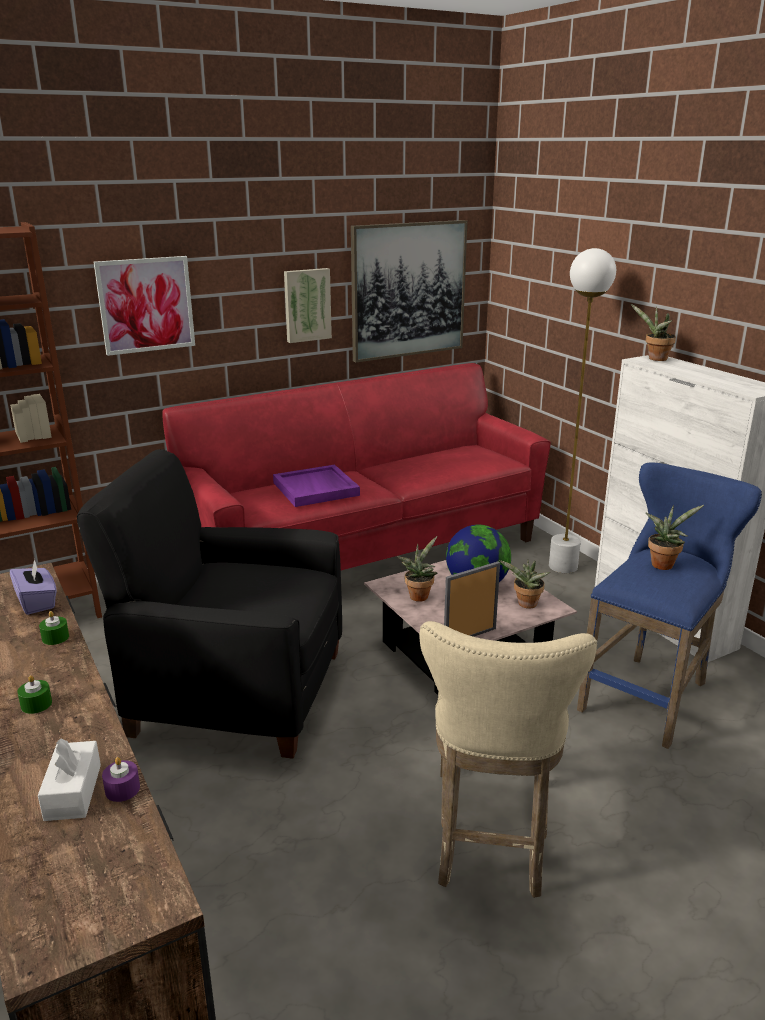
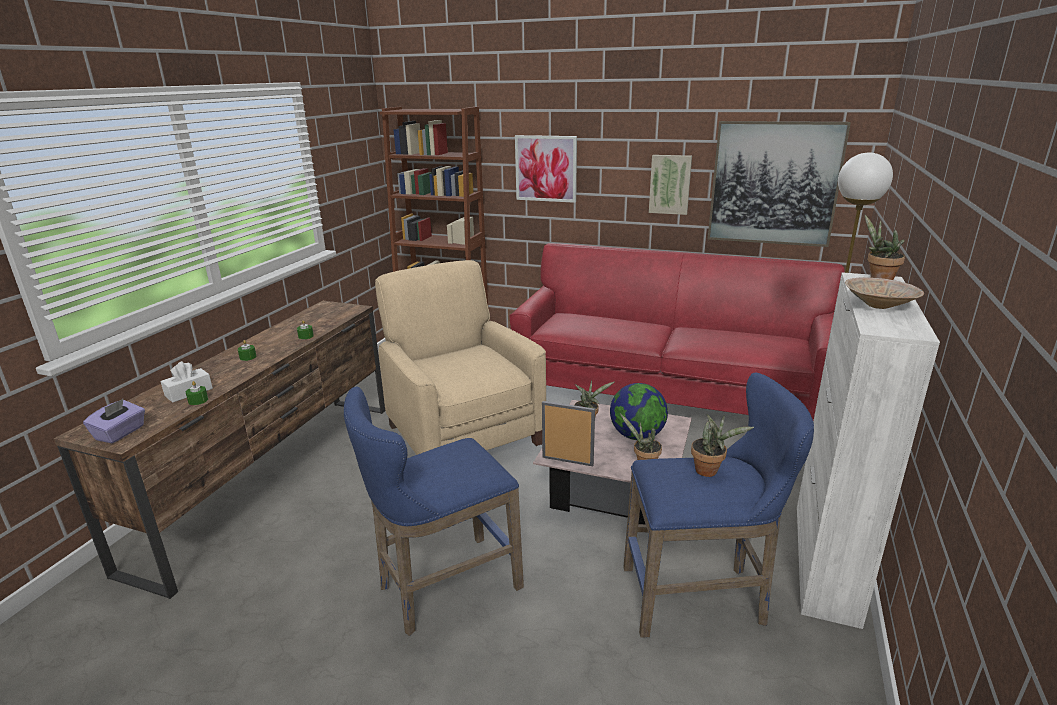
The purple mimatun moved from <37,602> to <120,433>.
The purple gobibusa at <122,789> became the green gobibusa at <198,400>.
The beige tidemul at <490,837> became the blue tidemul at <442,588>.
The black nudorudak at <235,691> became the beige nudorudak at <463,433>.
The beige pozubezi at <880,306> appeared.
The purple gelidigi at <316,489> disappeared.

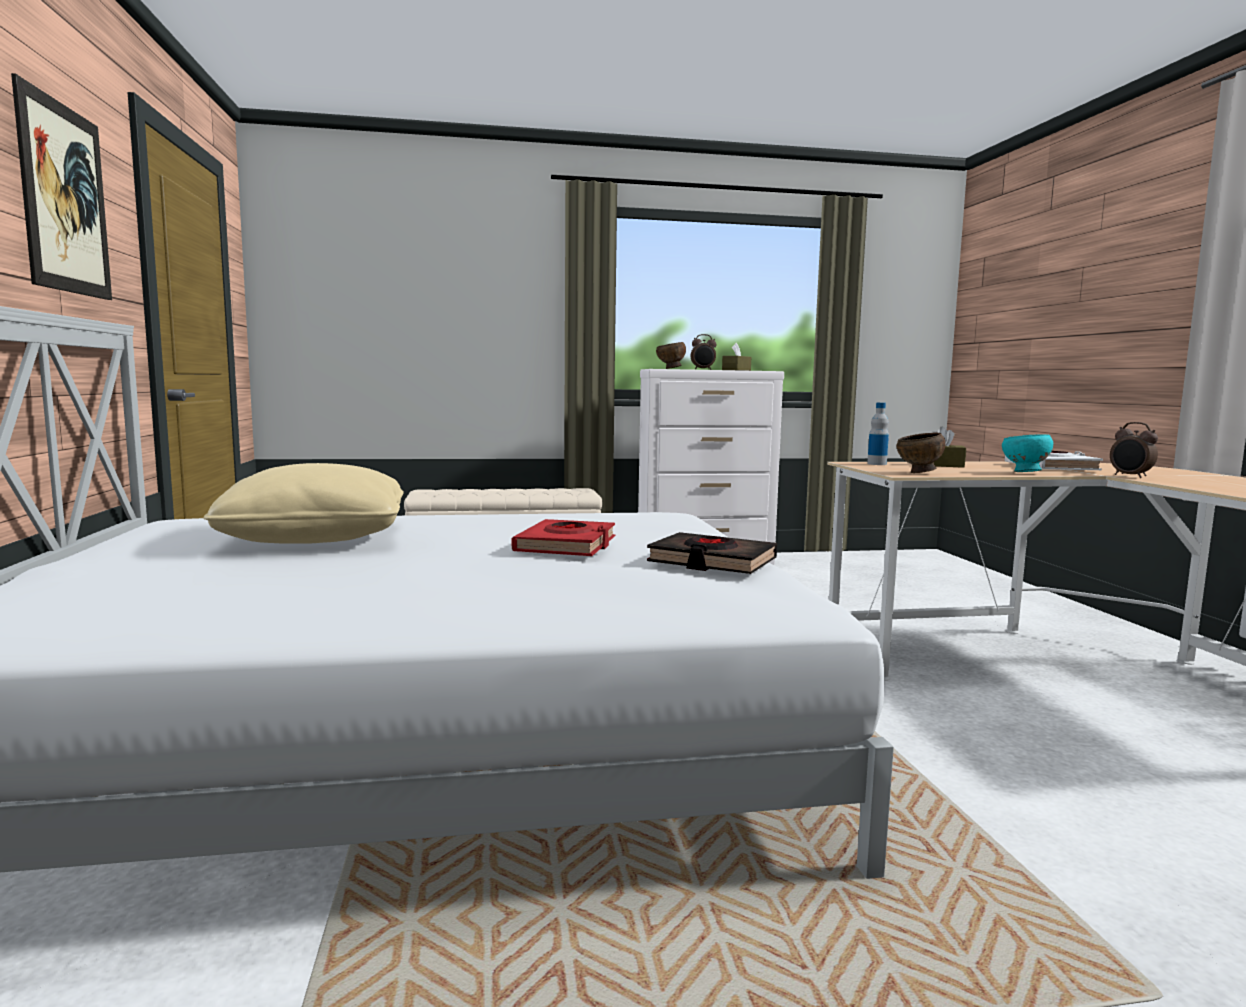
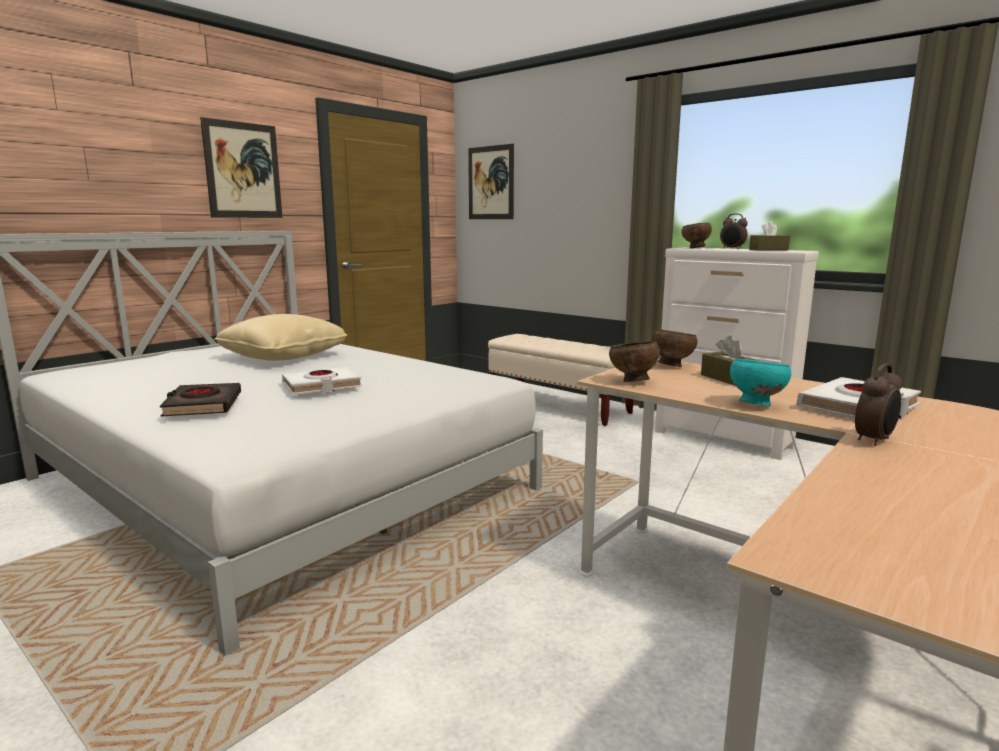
The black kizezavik moved from <712,562> to <203,405>.
The red kizezavik at <567,546> became the white kizezavik at <322,386>.
The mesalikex at <491,183> appeared.
The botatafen at <877,464> was replaced by the brown pozubezi at <671,366>.
The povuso at <1130,476> turned 150 degrees counterclockwise.

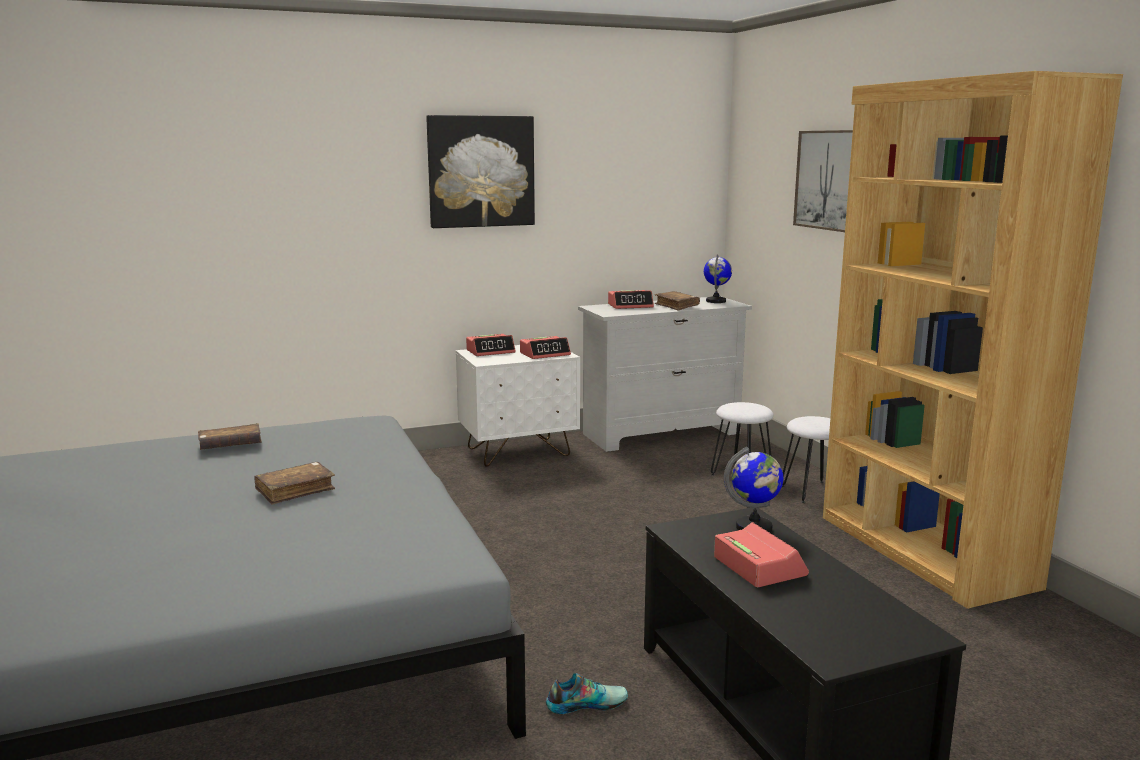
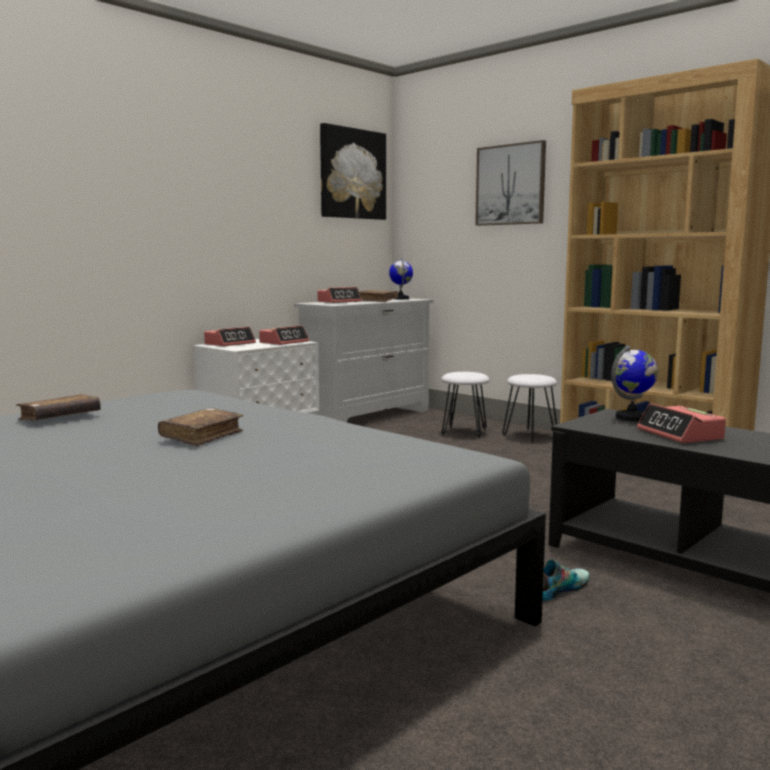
The mesalikex moved from <481,171> to <352,174>.
The povuso at <759,566> turned 150 degrees counterclockwise.

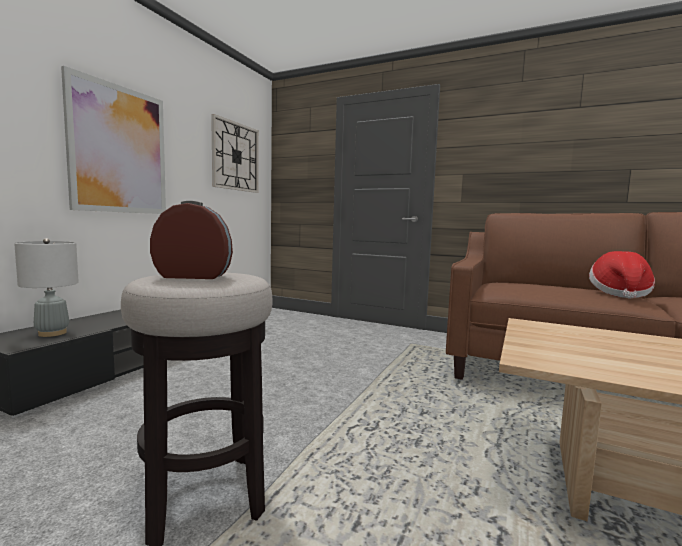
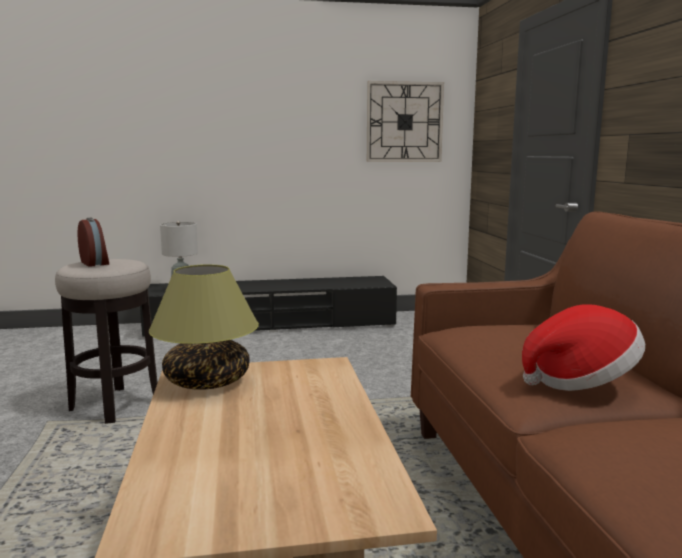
The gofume at <208,381> appeared.
The mesalikex at <119,150> disappeared.

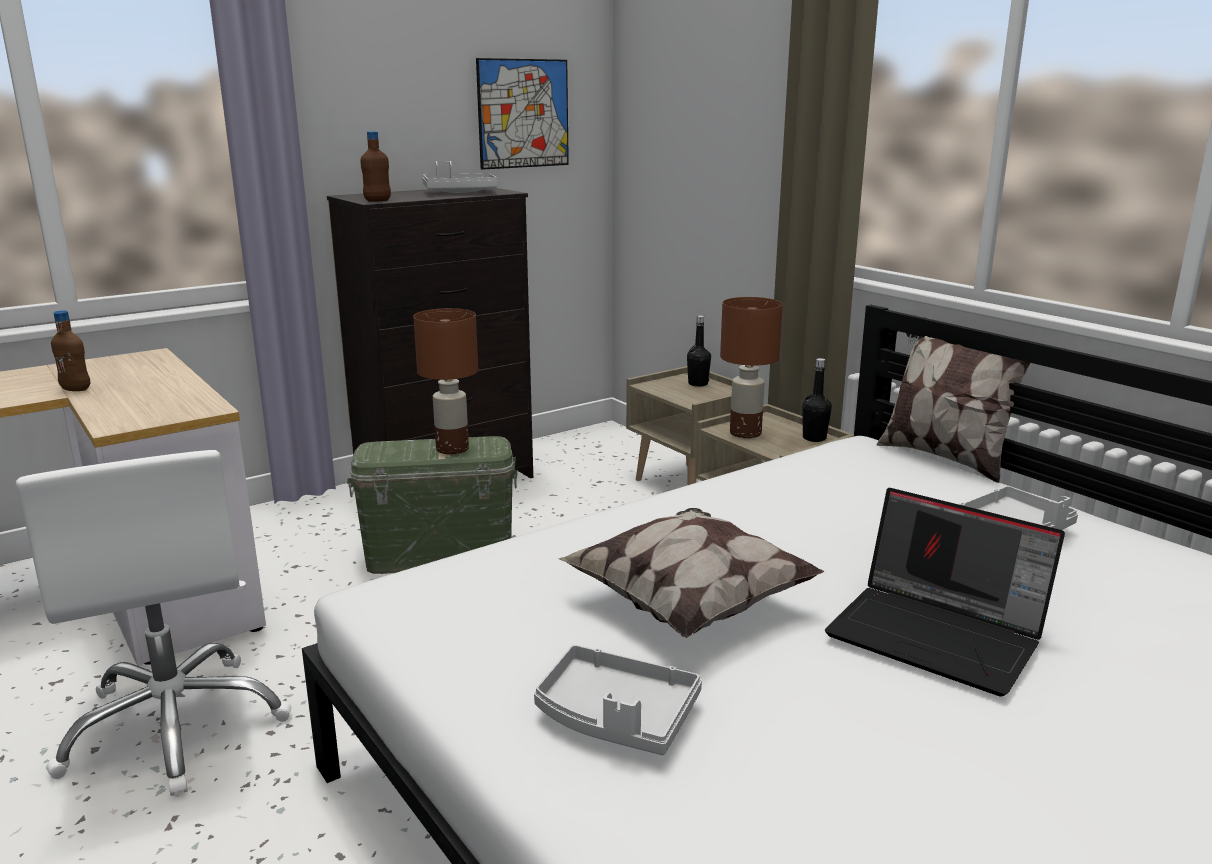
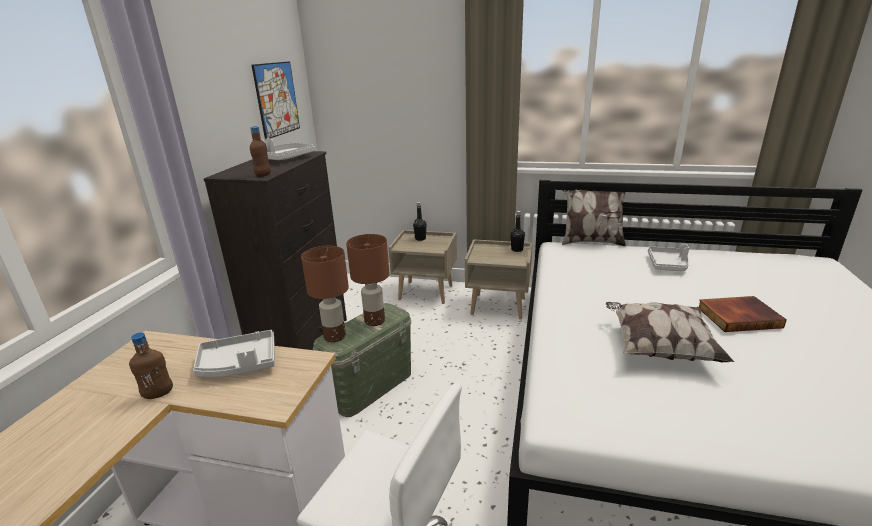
The grey gelidigi moved from <616,717> to <239,364>.
The brown gofume moved from <744,433> to <334,337>.
The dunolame at <939,635> was replaced by the kizezavik at <738,316>.

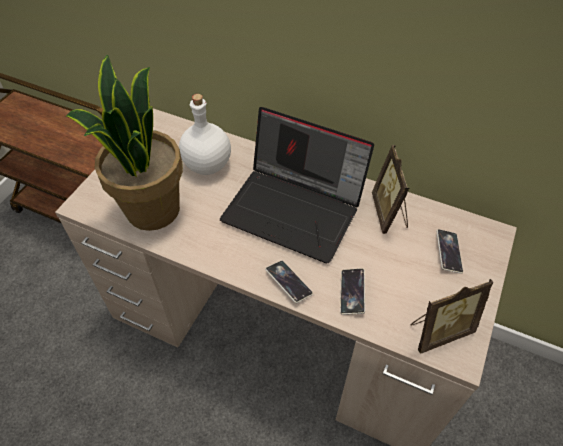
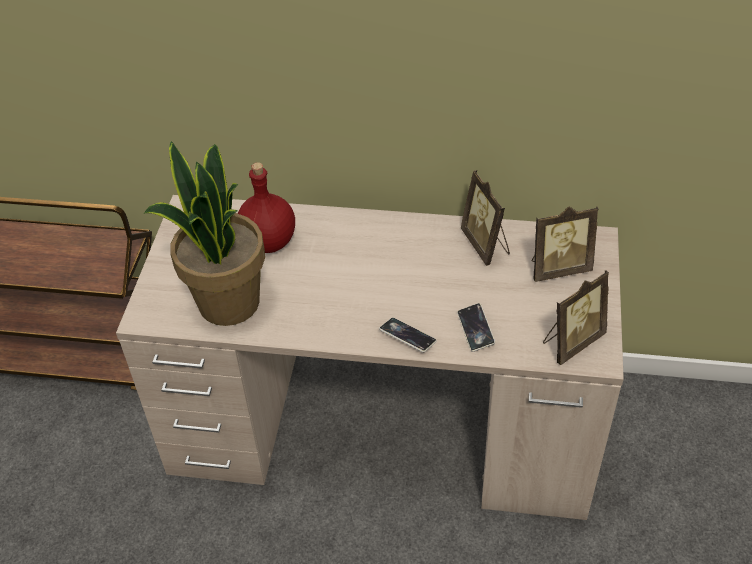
The white botatafen at <208,165> became the red botatafen at <269,241>.
The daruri at <448,253> was replaced by the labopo at <558,268>.
The dunolame at <295,209> disappeared.

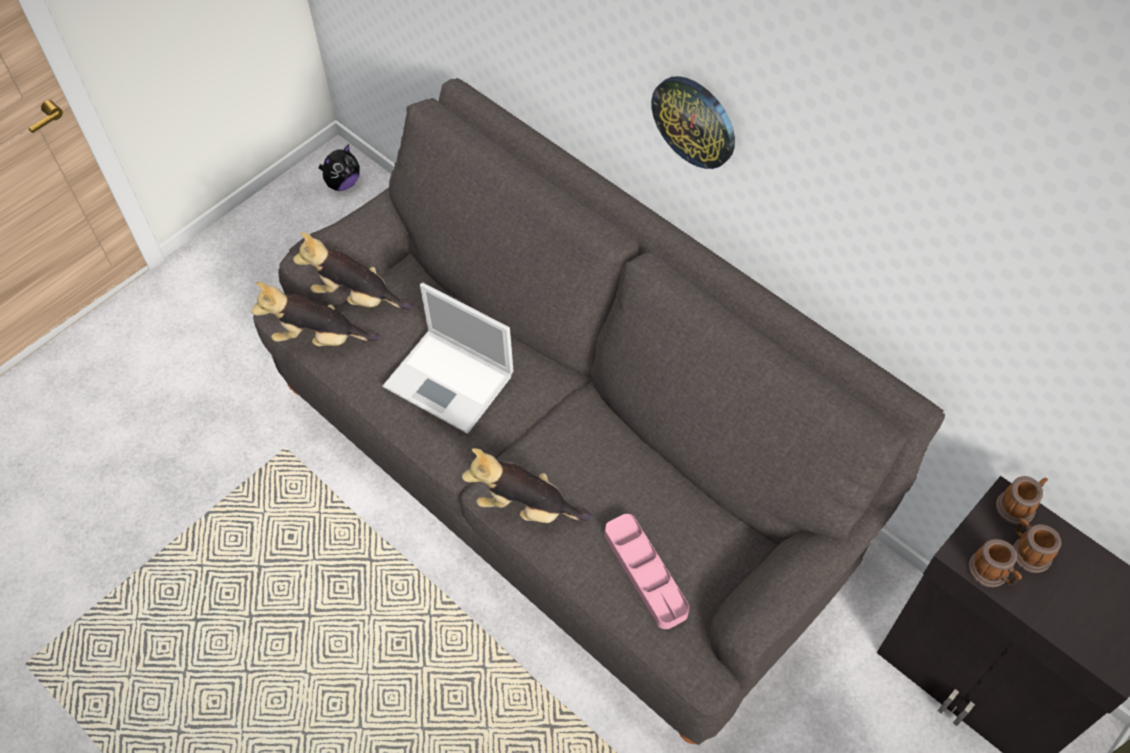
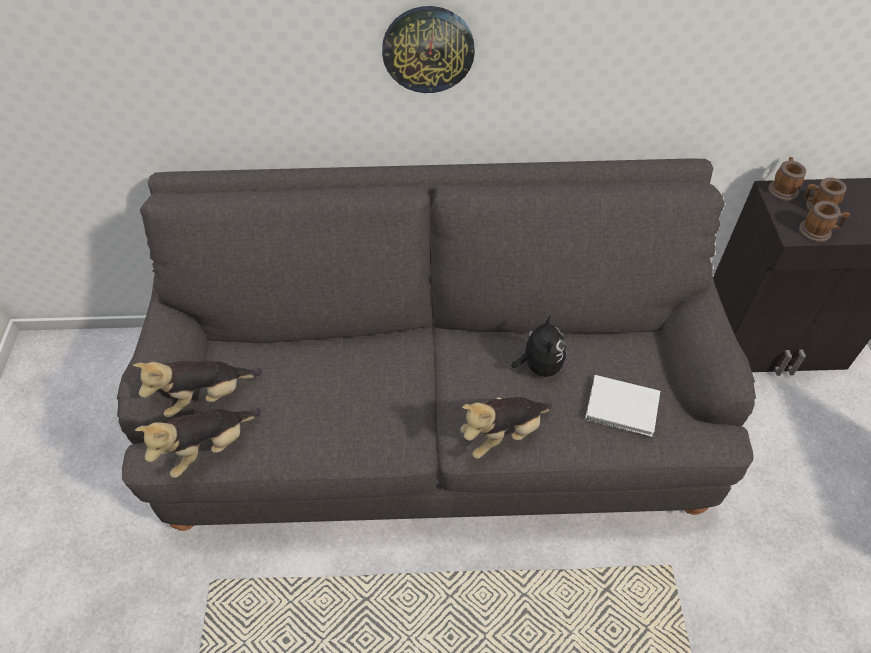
The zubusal moved from <343,183> to <539,366>.
The pink gelidigi at <645,573> was replaced by the white kizezavik at <623,408>.
The dunolame at <451,381> disappeared.

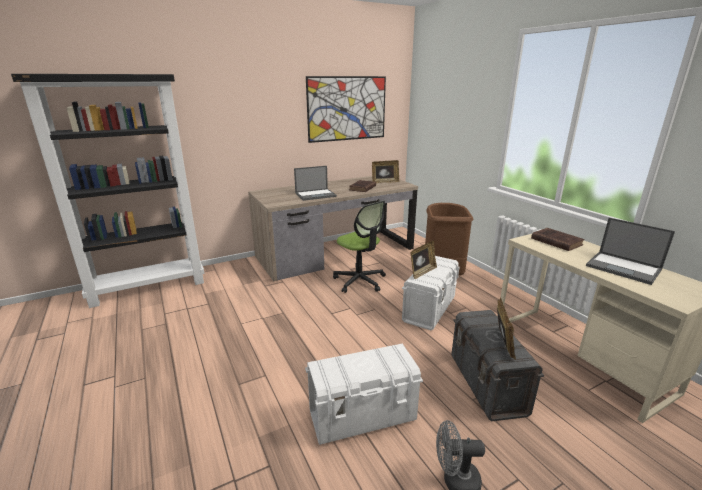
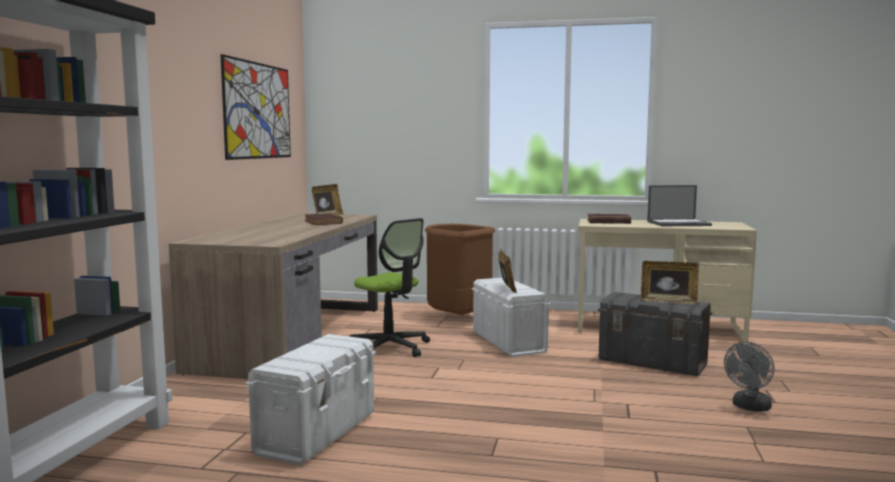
The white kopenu moved from <362,416> to <317,433>.
The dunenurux at <360,281> turned 45 degrees clockwise.
The labopo at <502,343> turned 150 degrees clockwise.
The dunolame at <316,195> disappeared.

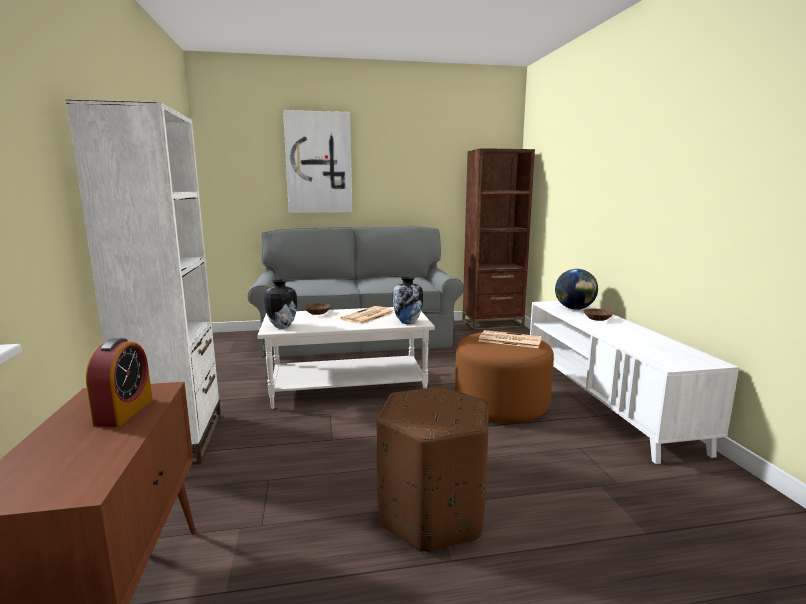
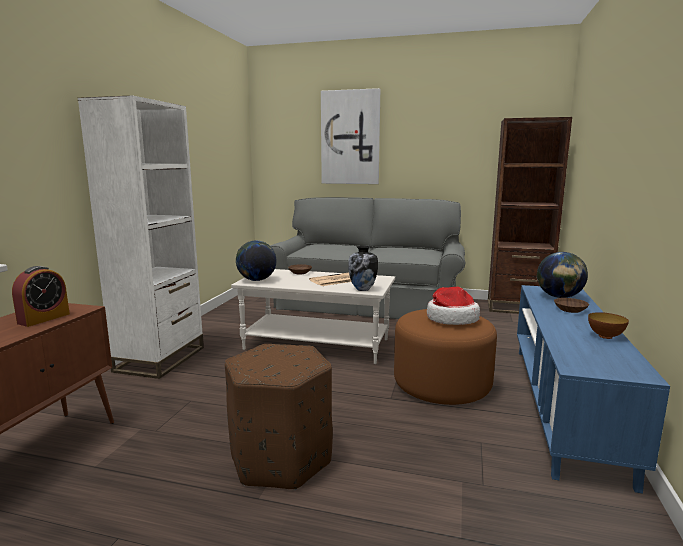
The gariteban at <281,326> was replaced by the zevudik at <257,280>.
The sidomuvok at <509,340> was replaced by the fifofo at <451,319>.
The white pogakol at <604,400> became the blue pogakol at <564,404>.
The pozubezi at <605,336> appeared.

